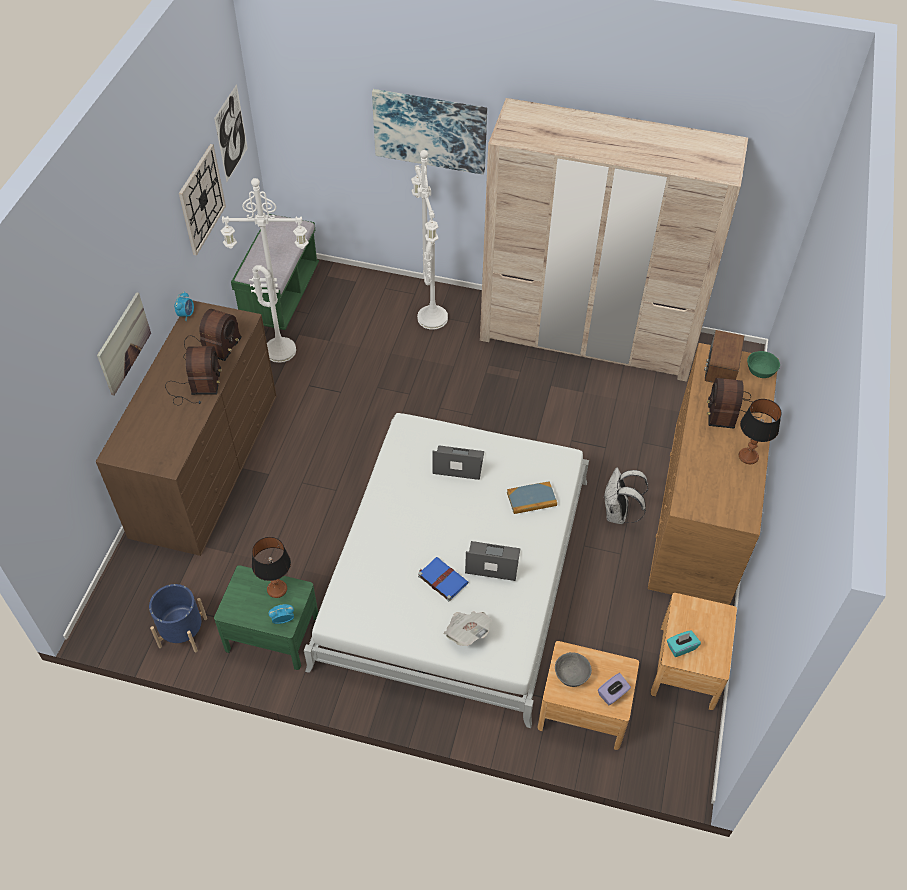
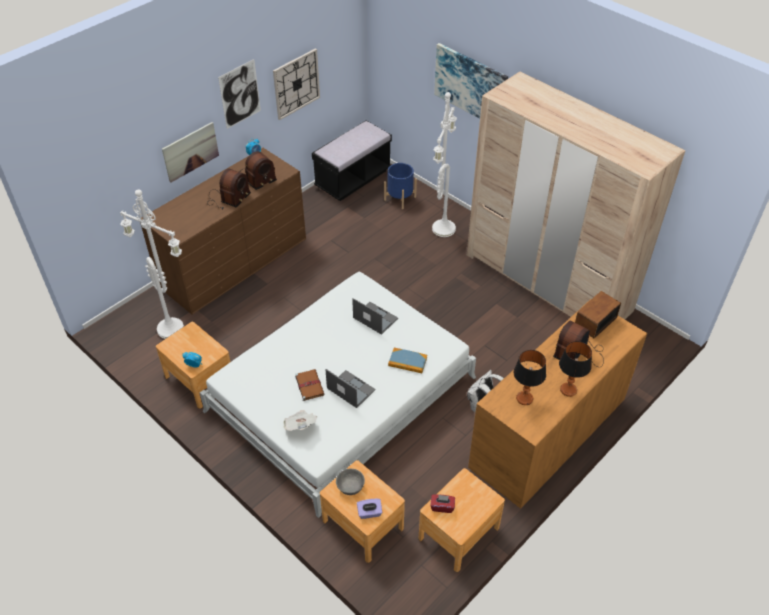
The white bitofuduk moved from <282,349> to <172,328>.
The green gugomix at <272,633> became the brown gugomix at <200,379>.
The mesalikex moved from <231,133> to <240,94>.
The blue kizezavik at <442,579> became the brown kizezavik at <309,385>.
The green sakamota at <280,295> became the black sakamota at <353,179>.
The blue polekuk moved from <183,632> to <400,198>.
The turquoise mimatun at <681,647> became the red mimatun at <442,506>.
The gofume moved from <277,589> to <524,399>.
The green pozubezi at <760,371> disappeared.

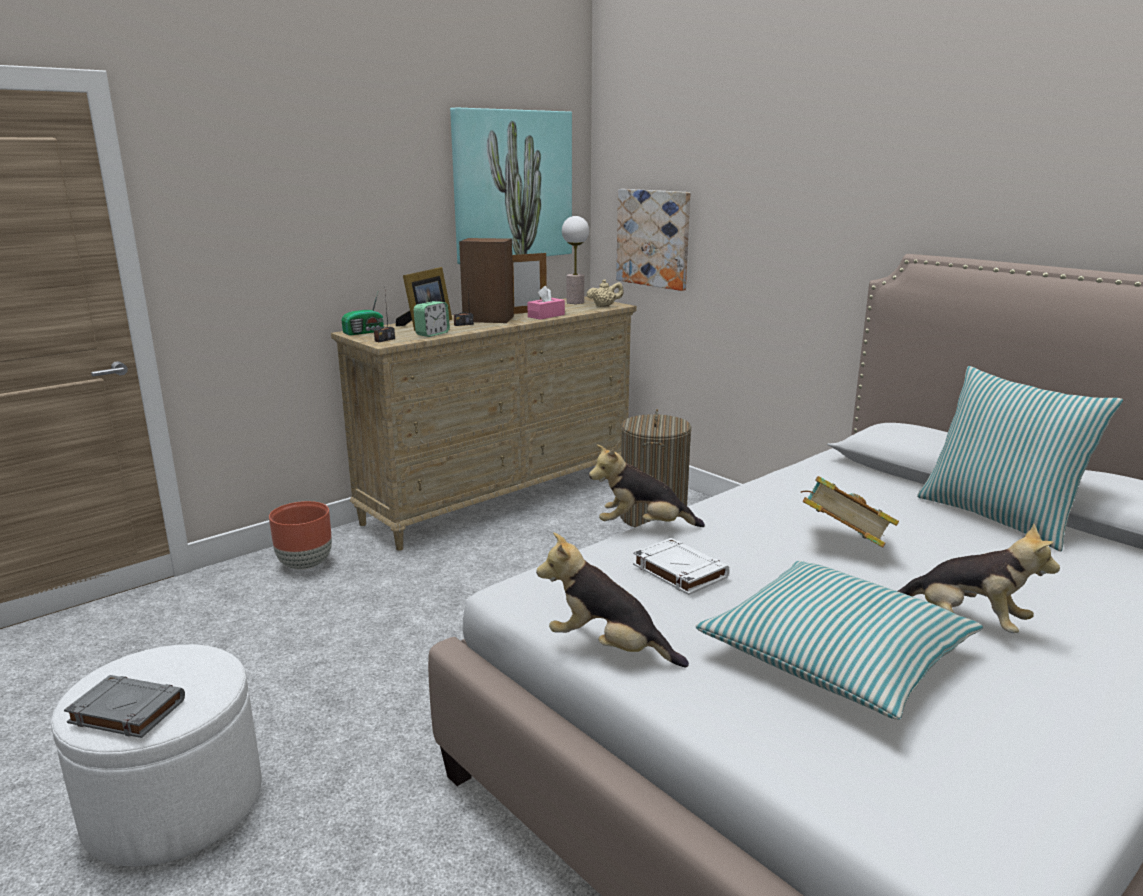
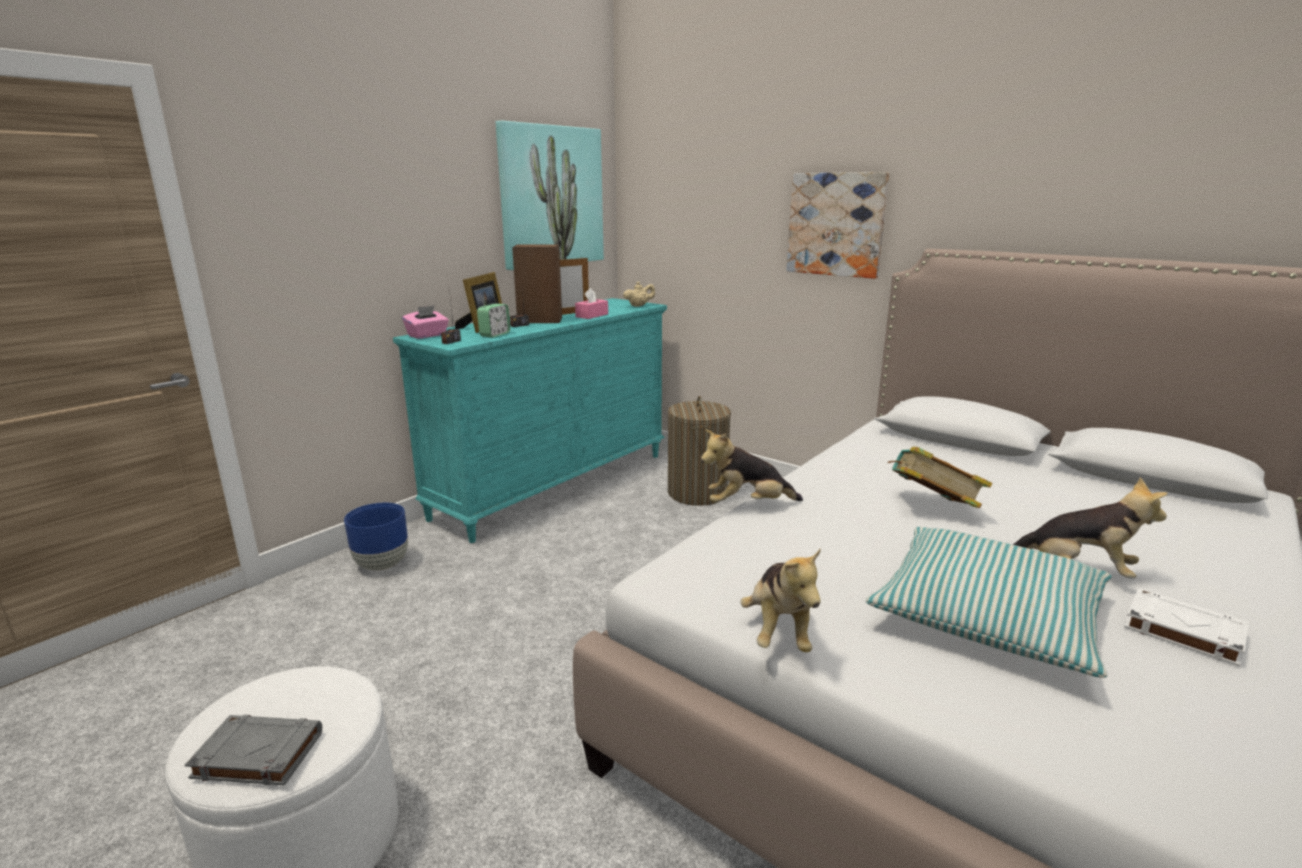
The brown polekuk at <305,564> became the blue polekuk at <381,564>.
The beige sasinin at <502,497> became the turquoise sasinin at <555,485>.
The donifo at <365,332> was replaced by the pink mimatun at <427,335>.
The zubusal at <608,648> turned 105 degrees counterclockwise.
The mesalikex moved from <654,238> to <836,224>.
The white kizezavik moved from <678,571> to <1181,631>.
The gofume at <575,302> disappeared.
The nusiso at <999,517> disappeared.

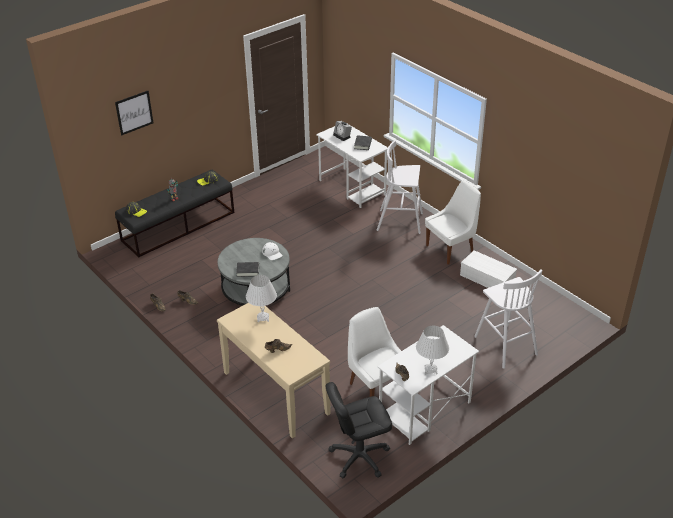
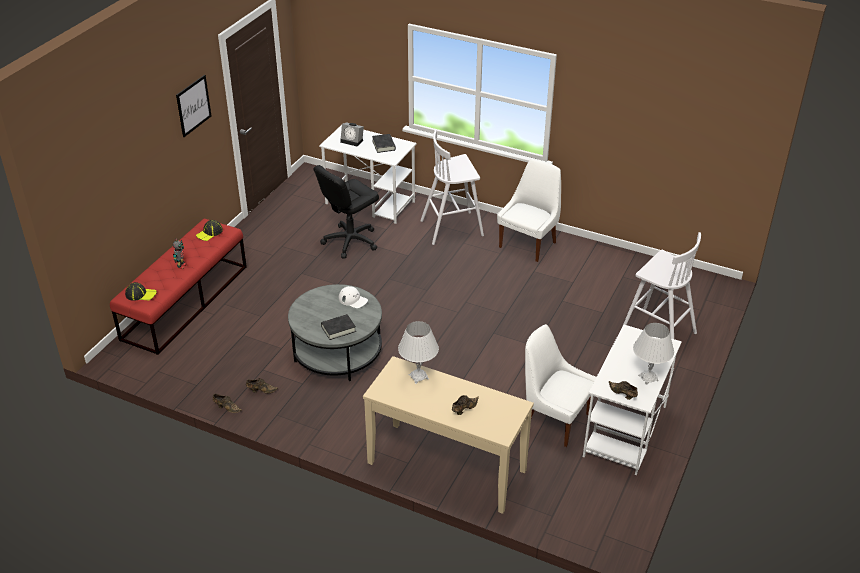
The black sakamota at <179,226> became the red sakamota at <185,302>.
The mesalikex moved from <134,112> to <193,105>.
The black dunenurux moved from <359,457> to <350,241>.
The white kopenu at <486,278> disappeared.

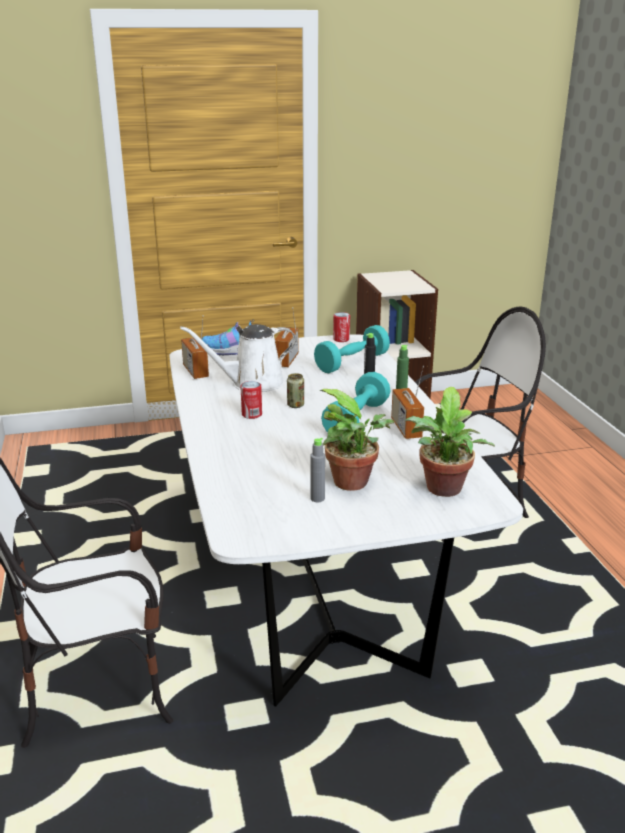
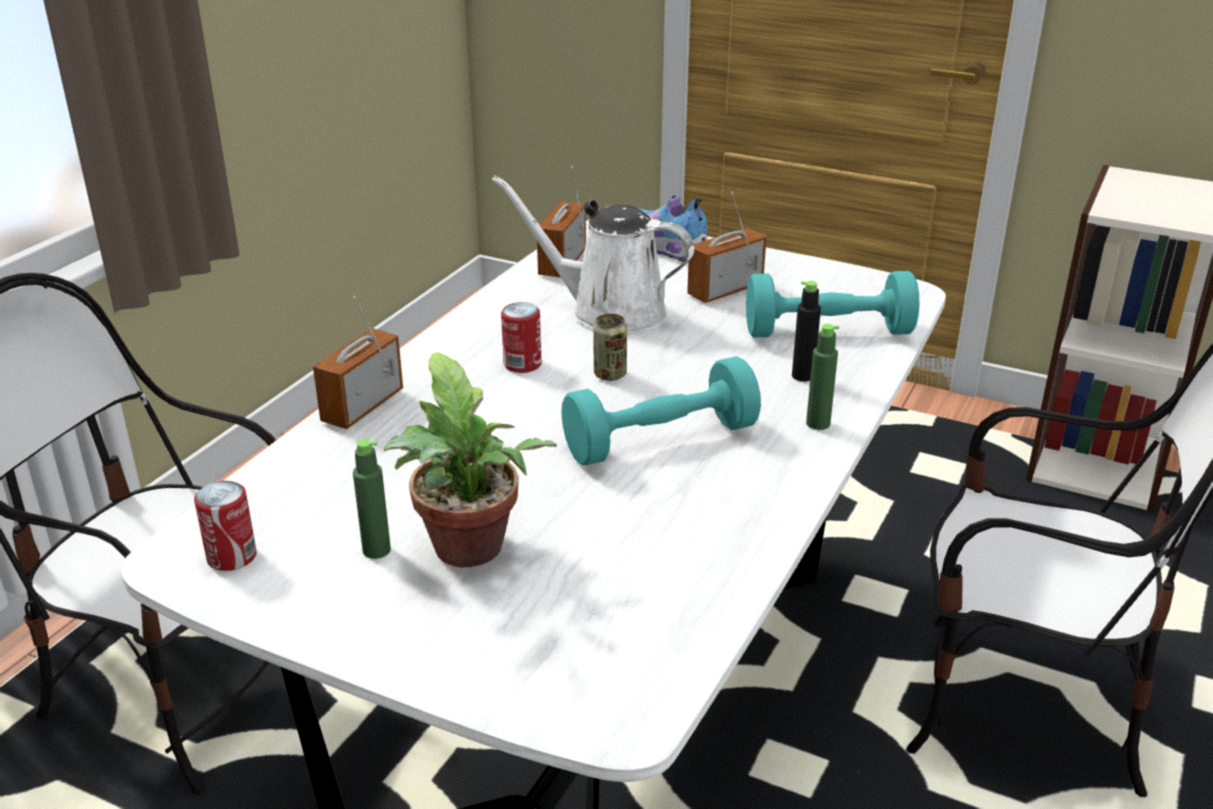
The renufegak moved from <341,339> to <232,557>.
The donifo moved from <406,428> to <362,406>.
The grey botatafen at <317,498> became the green botatafen at <376,550>.
The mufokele at <443,490> disappeared.

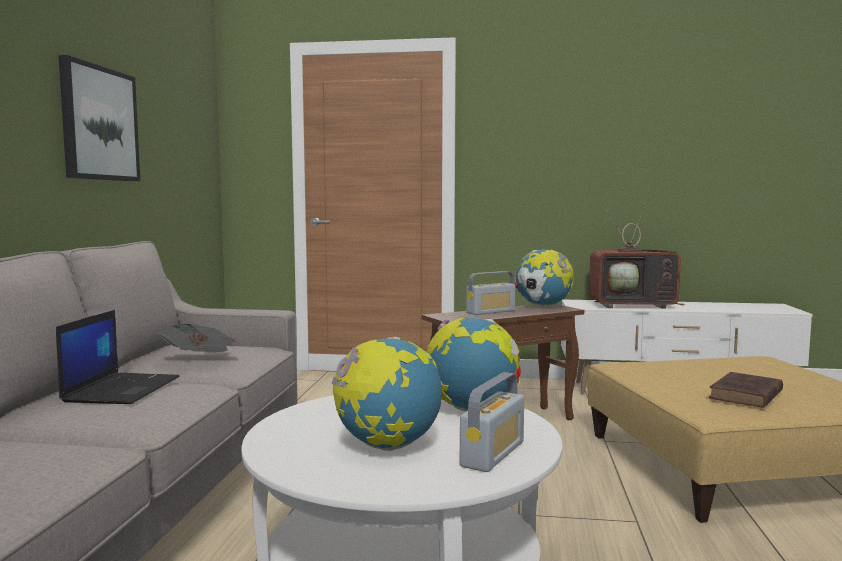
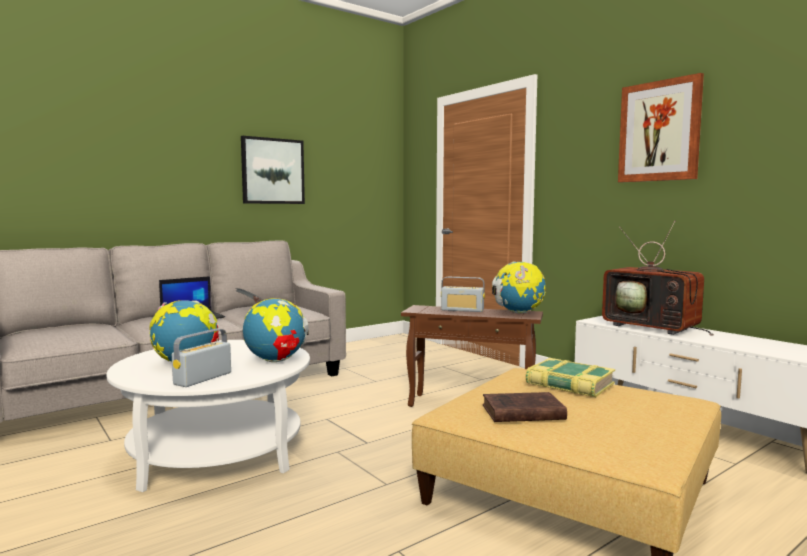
The donifo at <493,454> turned 135 degrees clockwise.
The kizezavik at <569,384> appeared.
The mesalikex at <659,131> appeared.

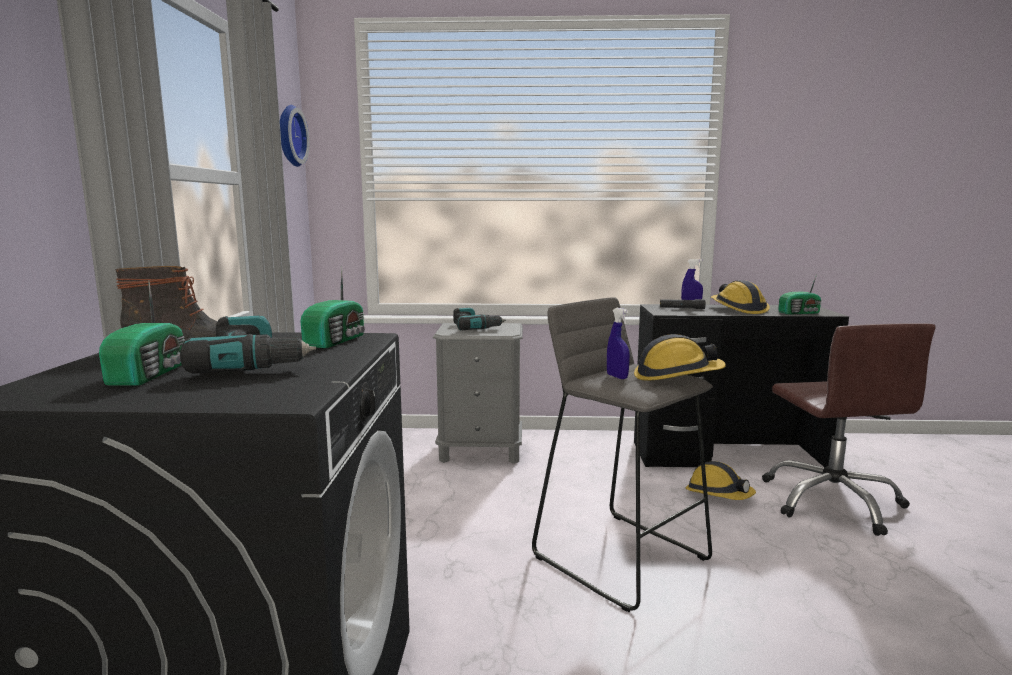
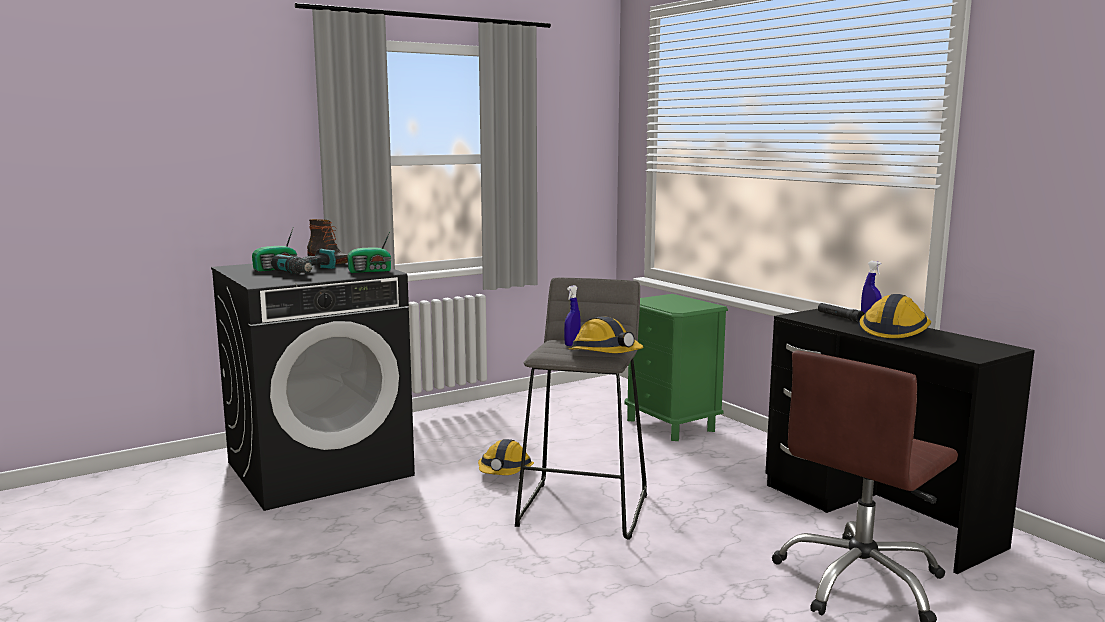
The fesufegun moved from <718,494> to <505,471>.
The grey gugomix at <481,451> became the green gugomix at <671,425>.
The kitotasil at <289,136> disappeared.
The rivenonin at <475,327> disappeared.
The donifo at <800,313> disappeared.

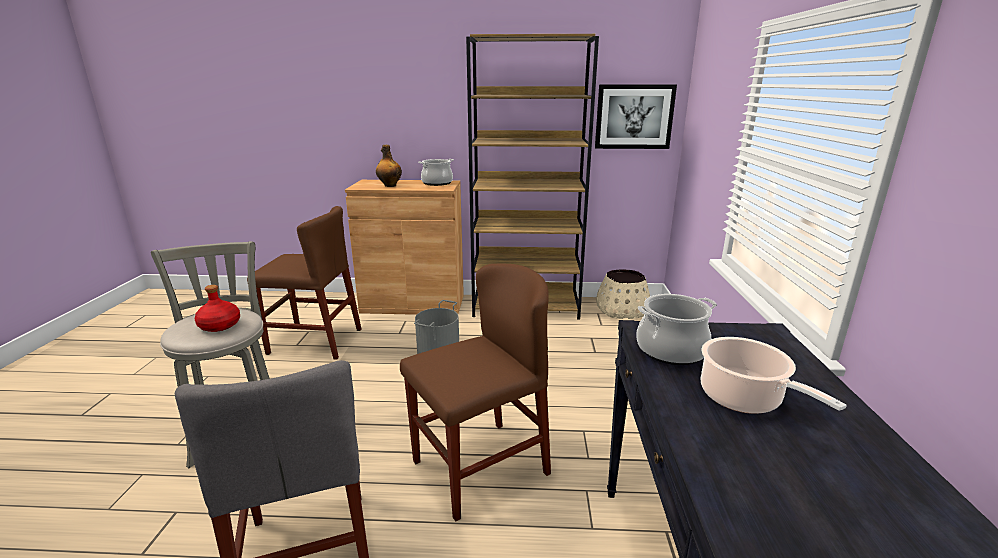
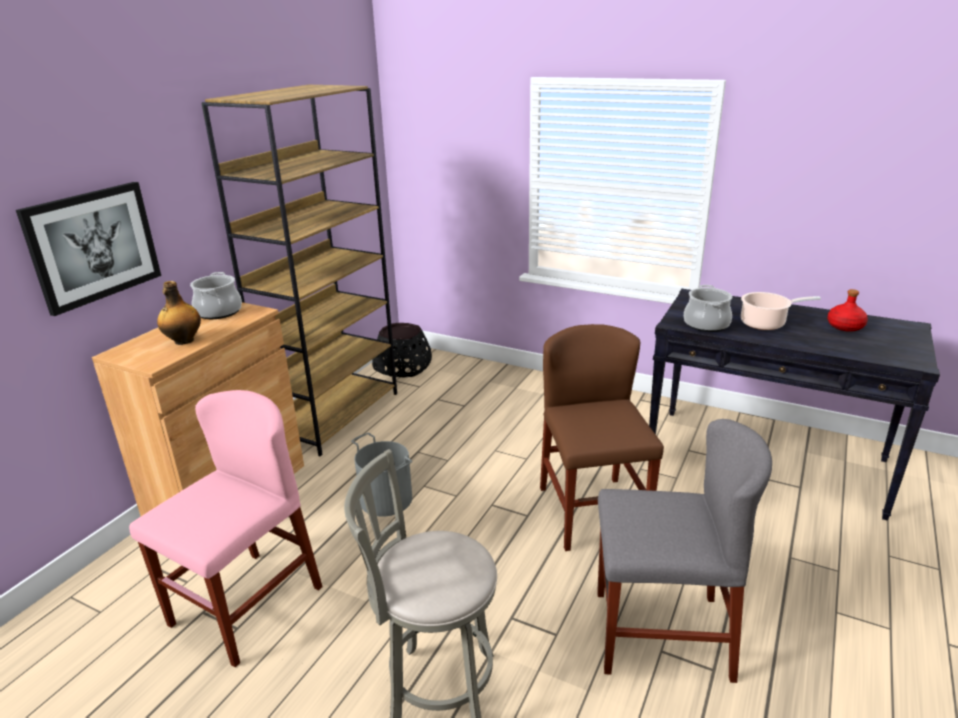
The mesalikex moved from <634,117> to <93,245>.
The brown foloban at <315,341> became the pink foloban at <246,606>.
The beige polekuk at <622,310> became the black polekuk at <403,367>.
The red botatafen moved from <219,325> to <845,326>.

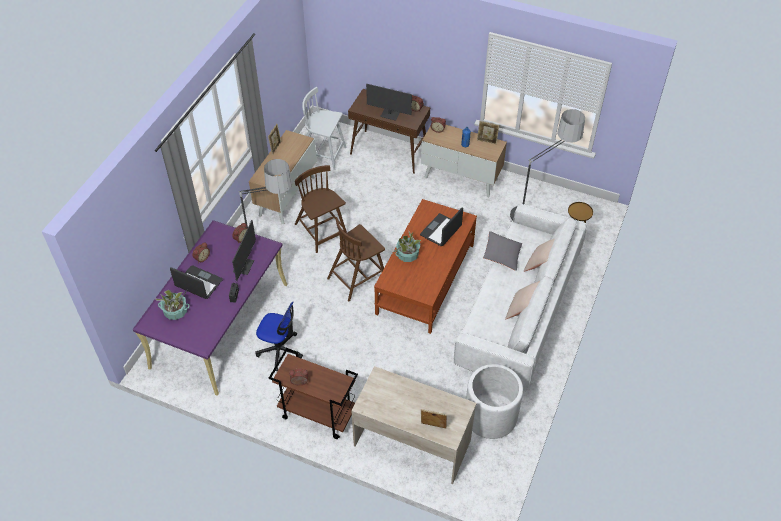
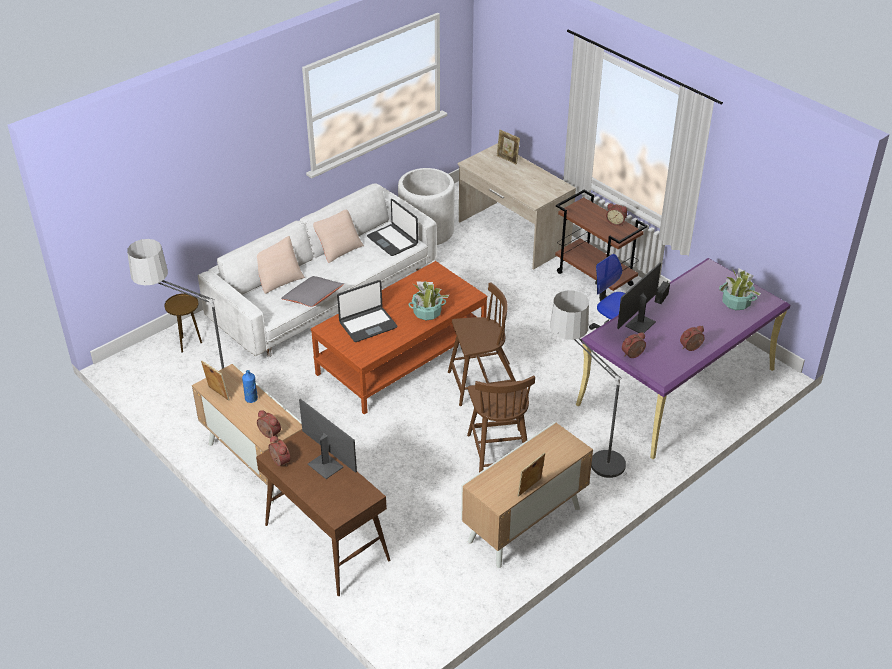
The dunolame moved from <198,283> to <393,240>.
The white foloban at <322,154> disappeared.

